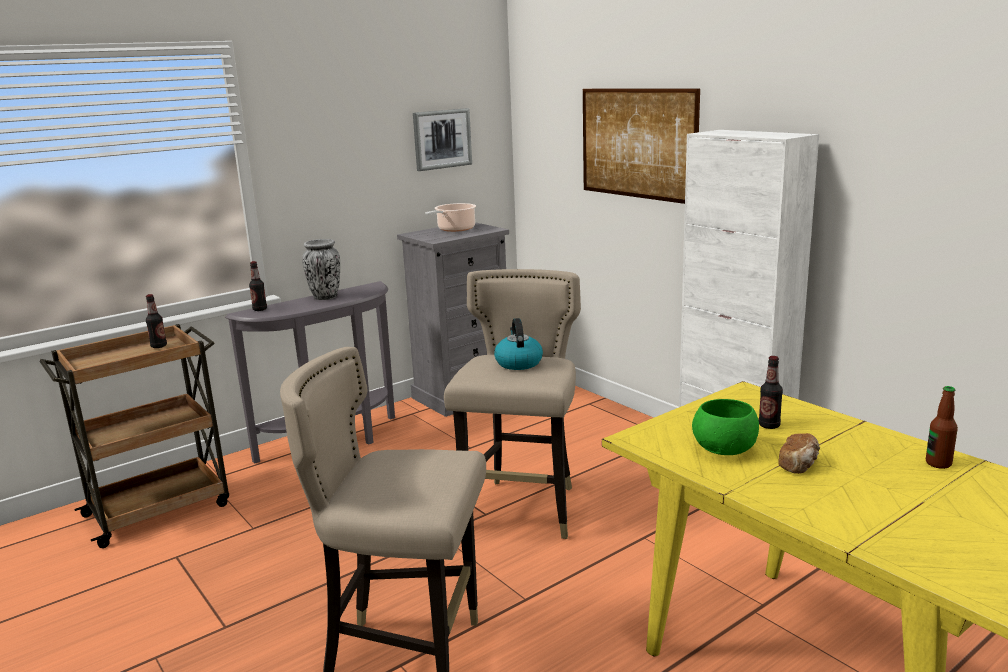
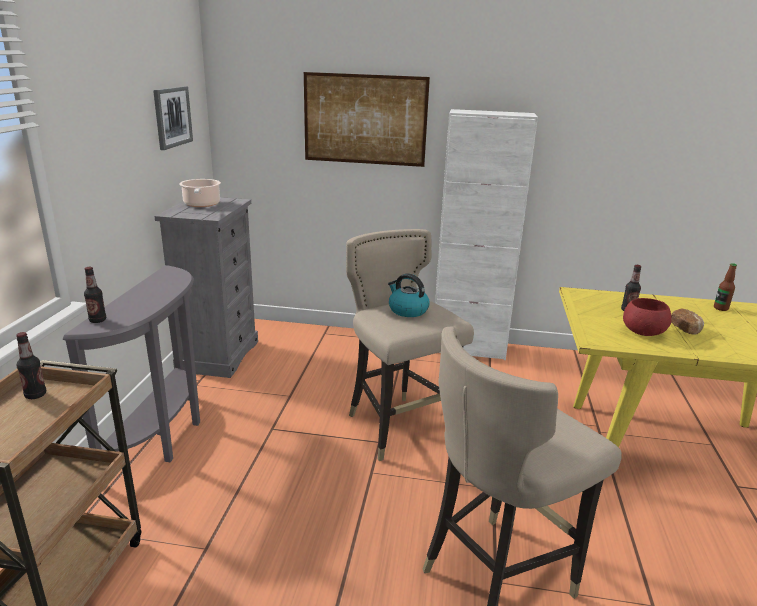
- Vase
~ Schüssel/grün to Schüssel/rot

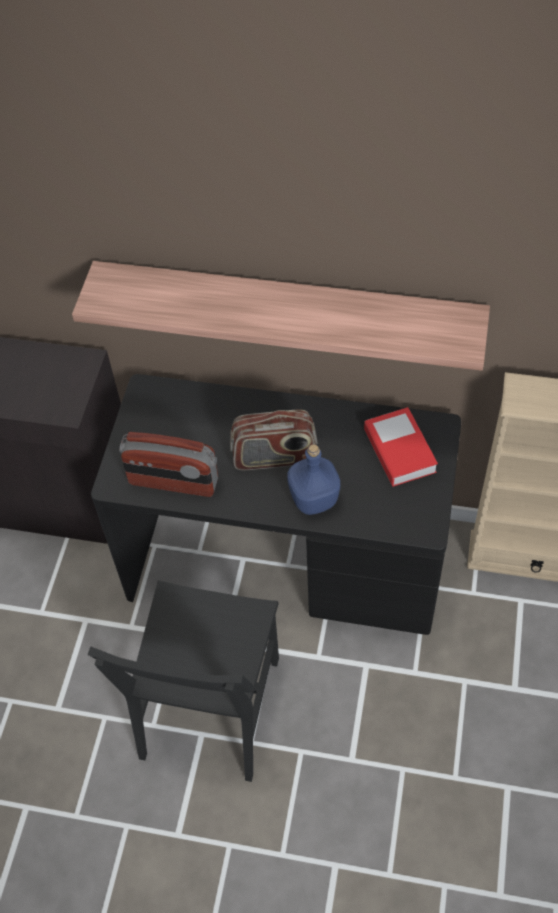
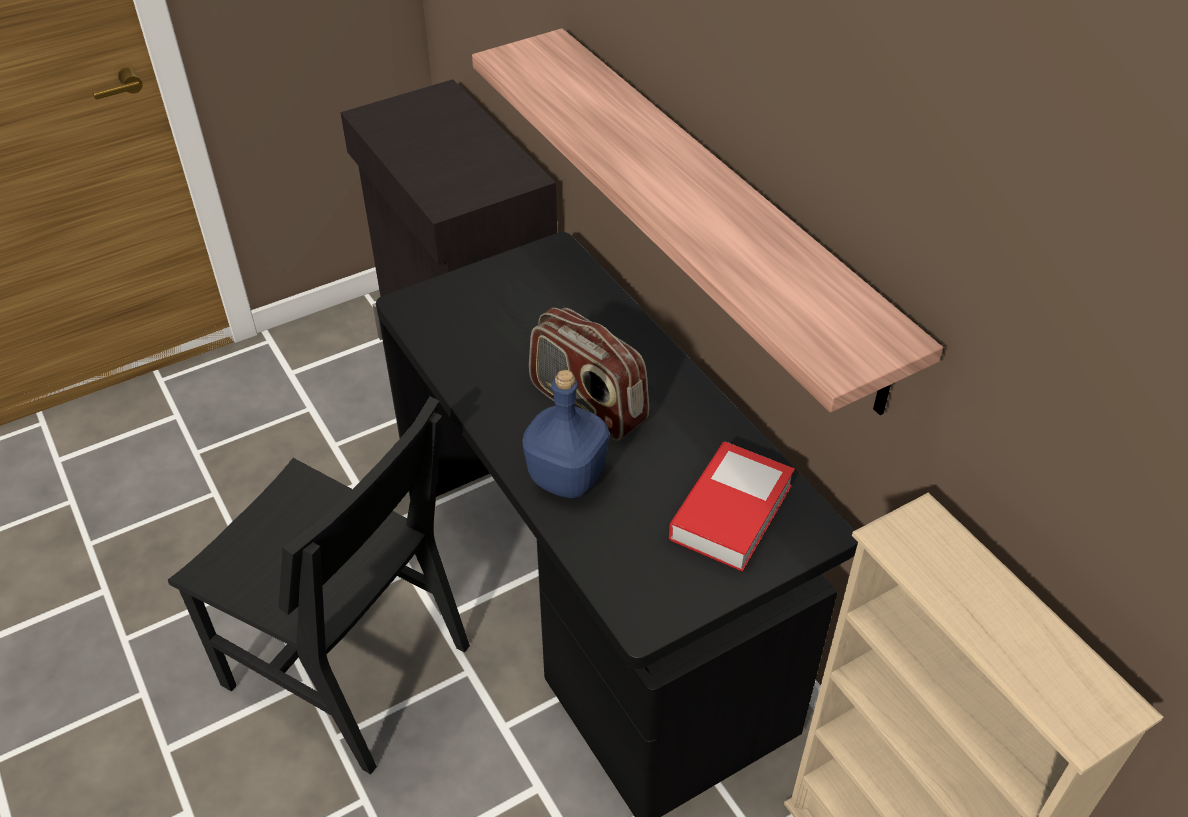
- Radio (no. 1 from left)
~ Stuhl/schwarz 120 degrees counterclockwise

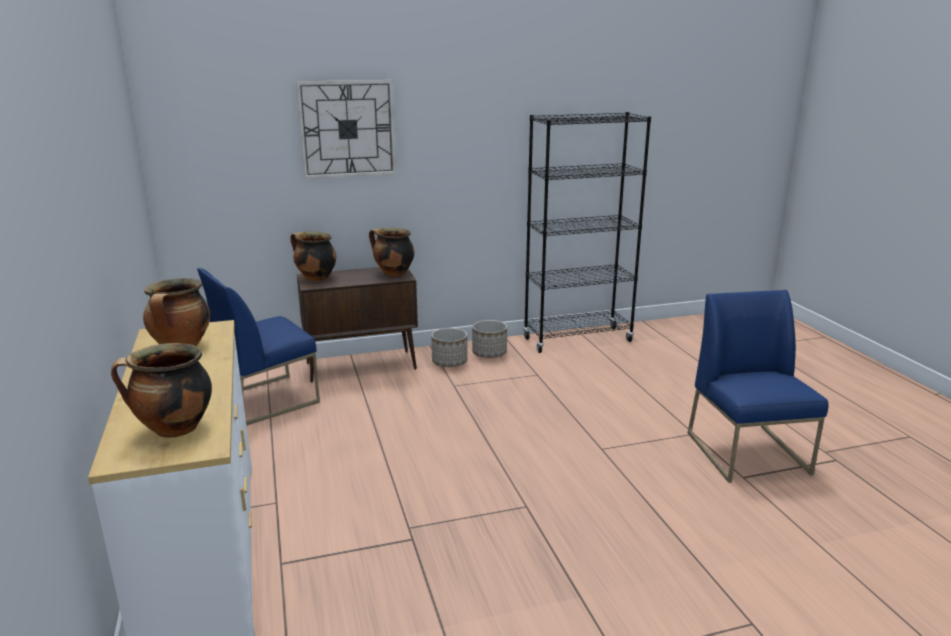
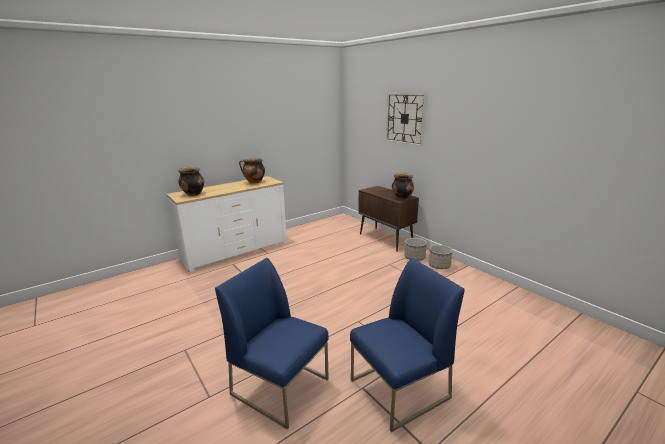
- Bücherregal/schwarz
- Kochtopf (no. 3 from left)
~ Stuhl/blau (no. 1 from left)

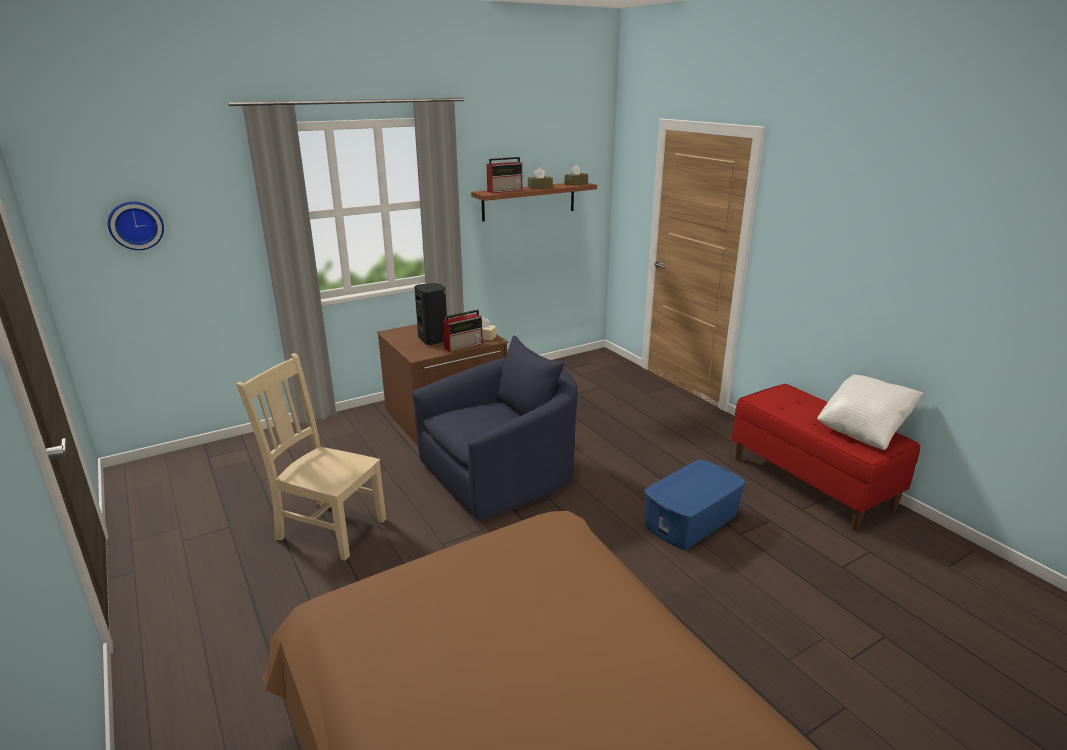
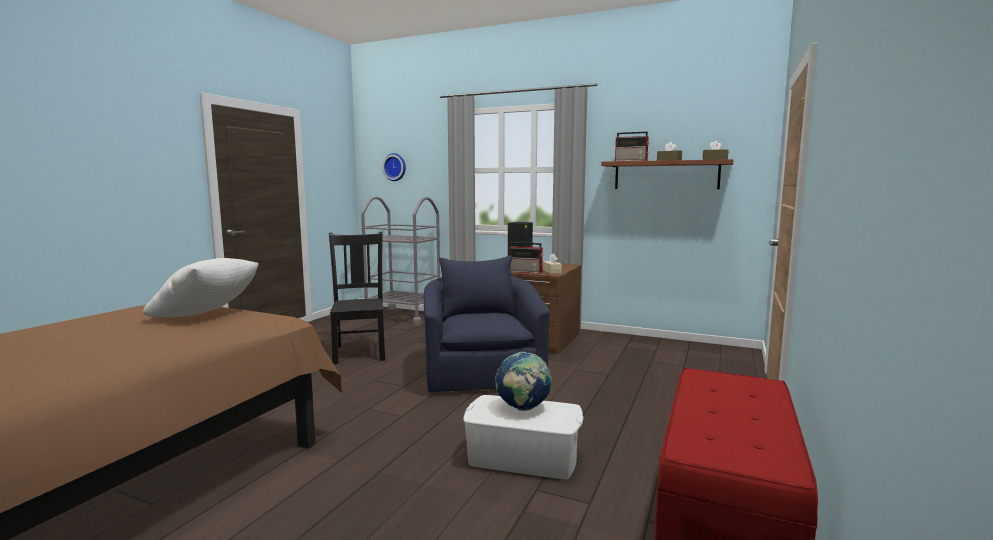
~ Sessel/blau 120 degrees counterclockwise
~ Stuhl/beige to Stuhl/schwarz
~ Kissen/weiß
~ Aufbewahrungsbox/blau to Aufbewahrungsbox/weiß
+ Rollwagen/grau
+ Globus

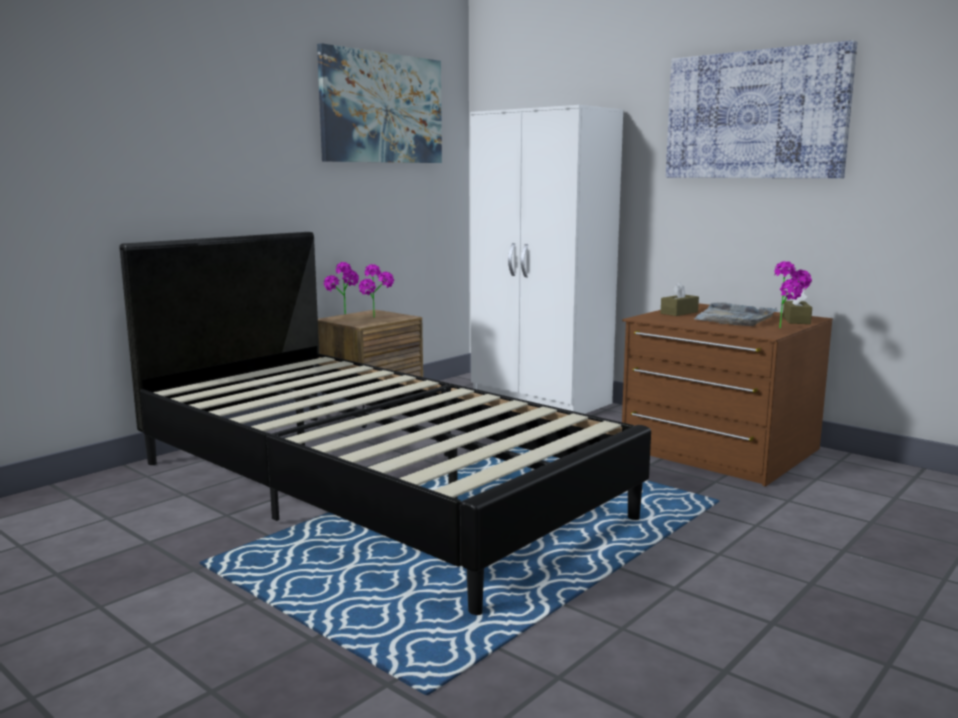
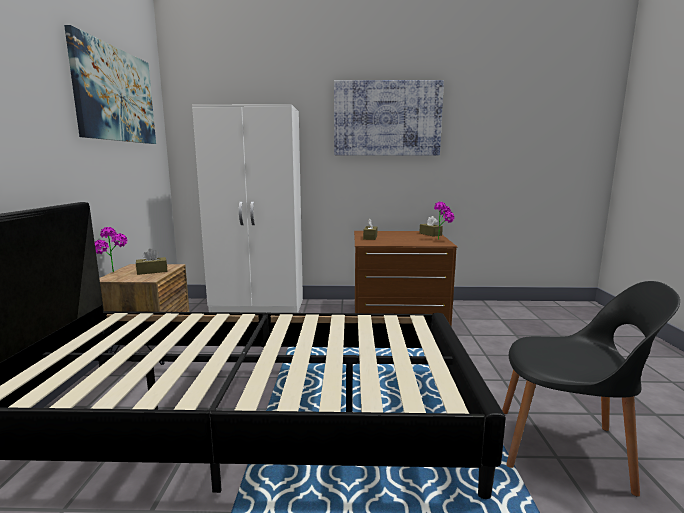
~ Topfpflanze (no. 2 from left) to Taschentuchbox/braun (no. 1 from left)
- Tablett/grau
+ Stuhl/schwarz

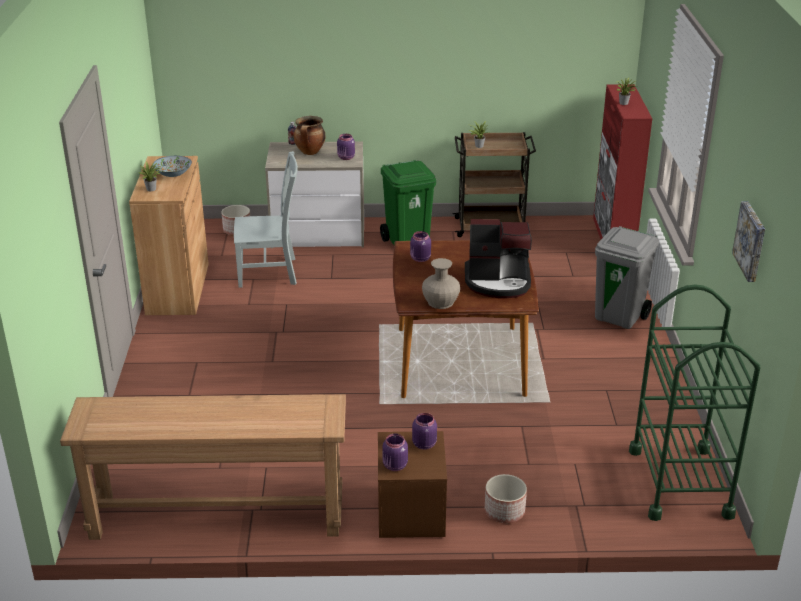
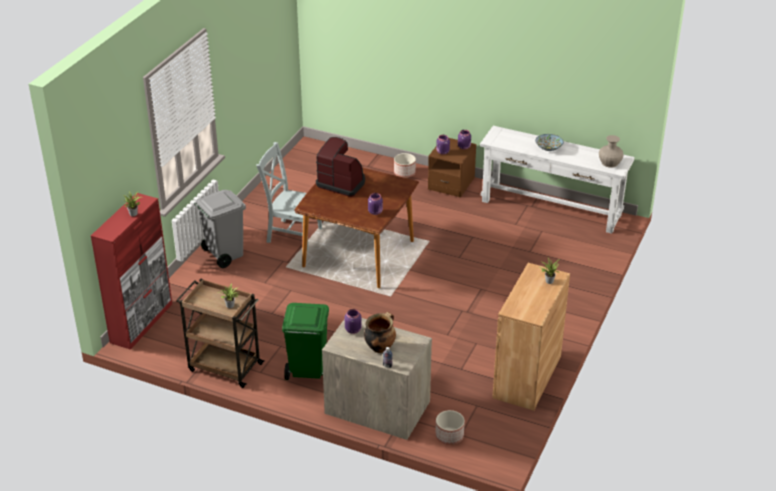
~ Stuhl/grau
~ Schüssel
- Bild
~ Vase/beige
- Rollwagen/grün
~ Konsolentisch/braun to Konsolentisch/weiß

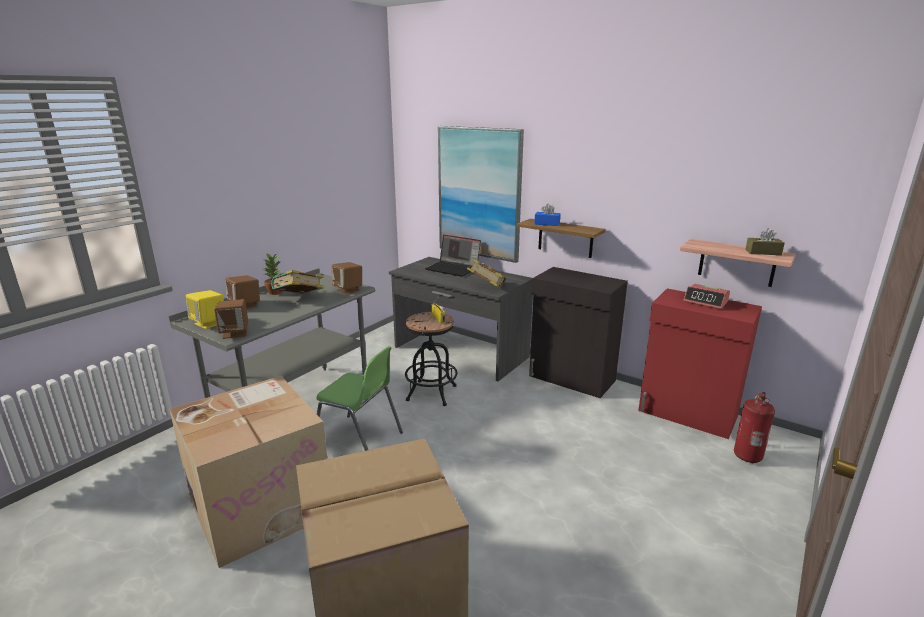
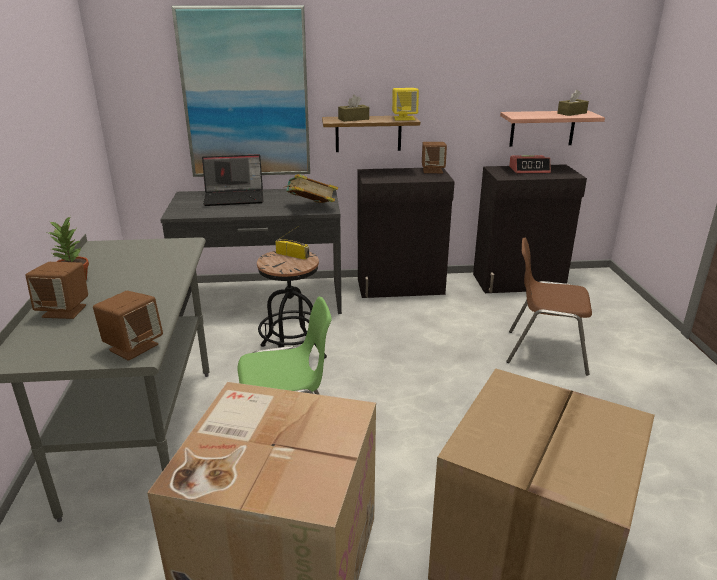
~ Taschentuchbox/blau to Taschentuchbox/braun (no. 1 from left)
~ Lautsprecher/braun (no. 3 from left)
- Buch (no. 1 from left)
~ Schrank/rot to Schrank/schwarz (no. 2 from left)
~ Lautsprecher/gelb
- Feuerlöscher
+ Stuhl/braun

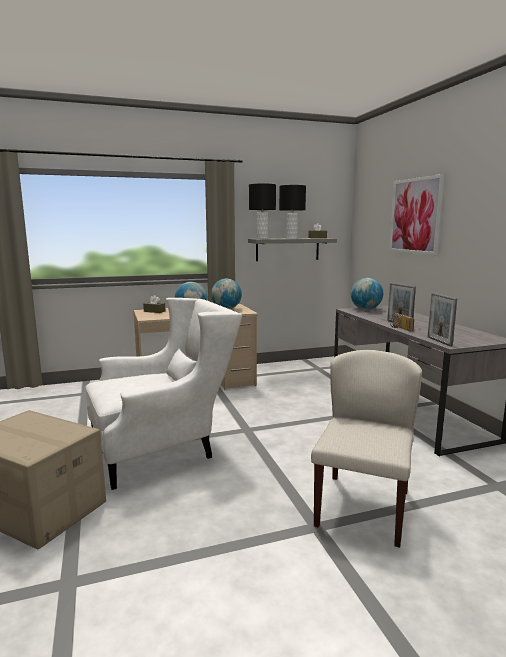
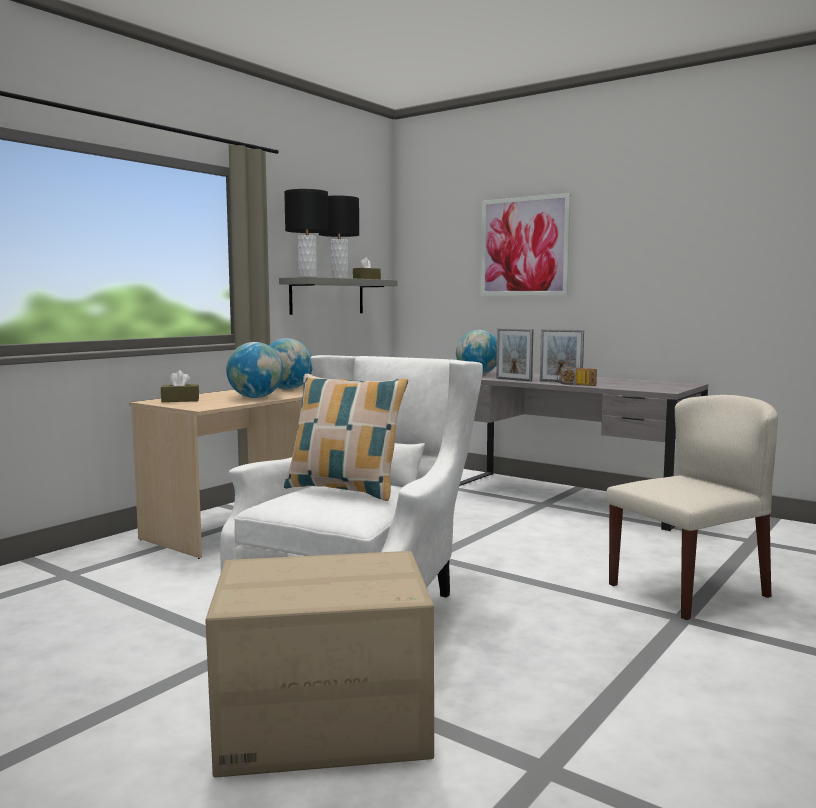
~ Bilderrahmen (no. 2 from left in the first image) to Bilderrahmen (no. 1 from left)
~ Stuhl/beige 75 degrees clockwise
+ Kissen

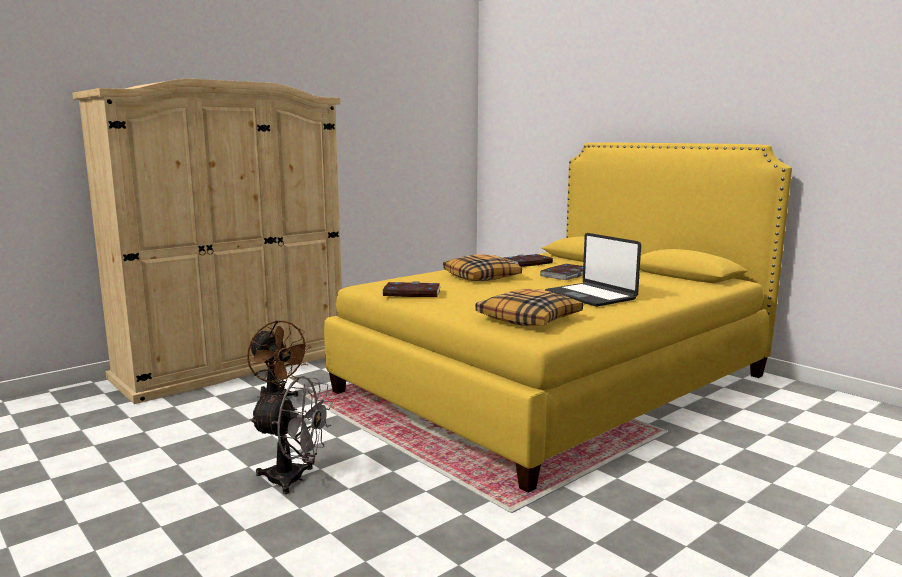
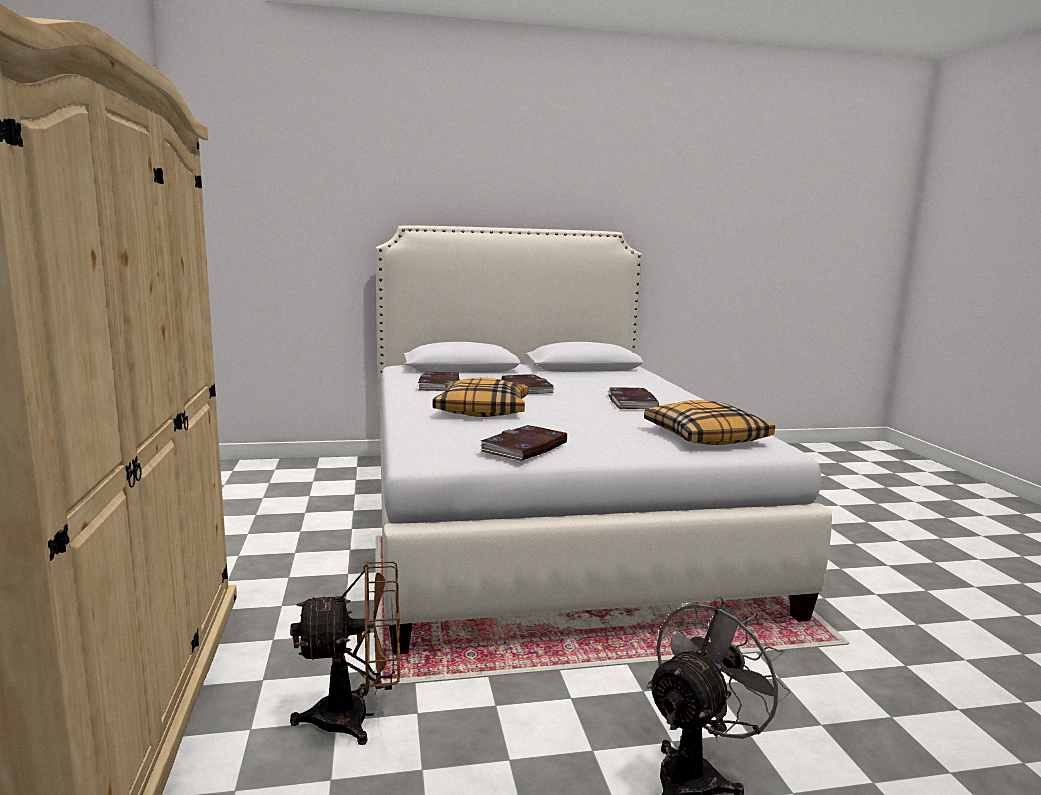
~ Bett/gelb to Bett/weiß
~ Laptop to Buch (no. 4 from left)

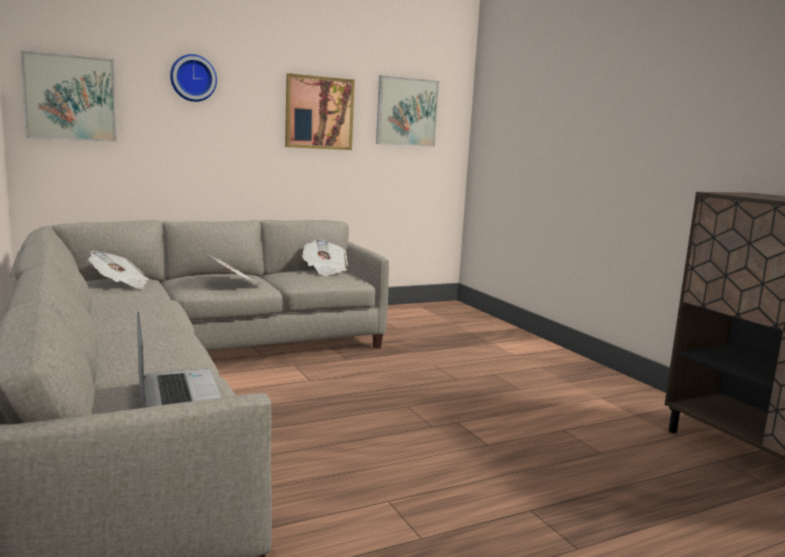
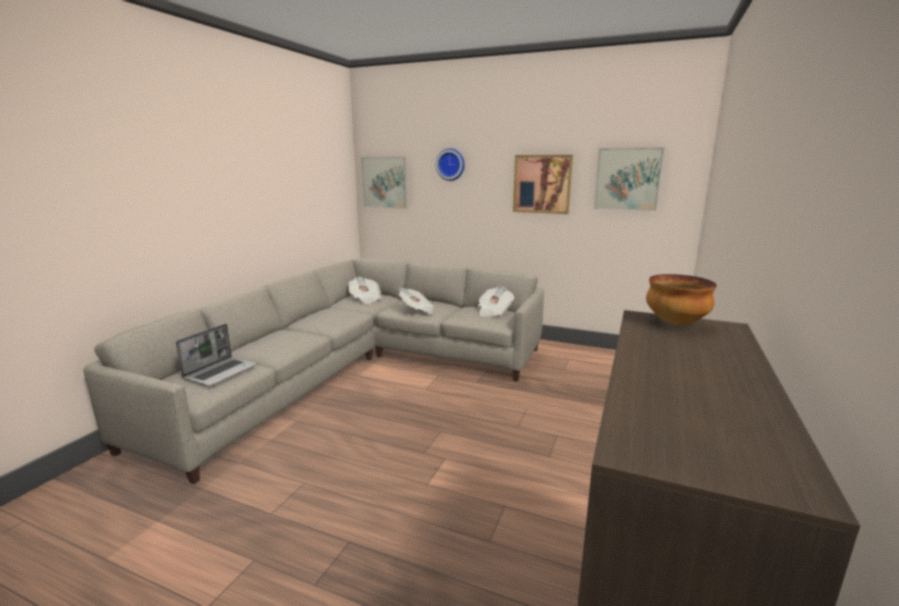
+ Schüssel

